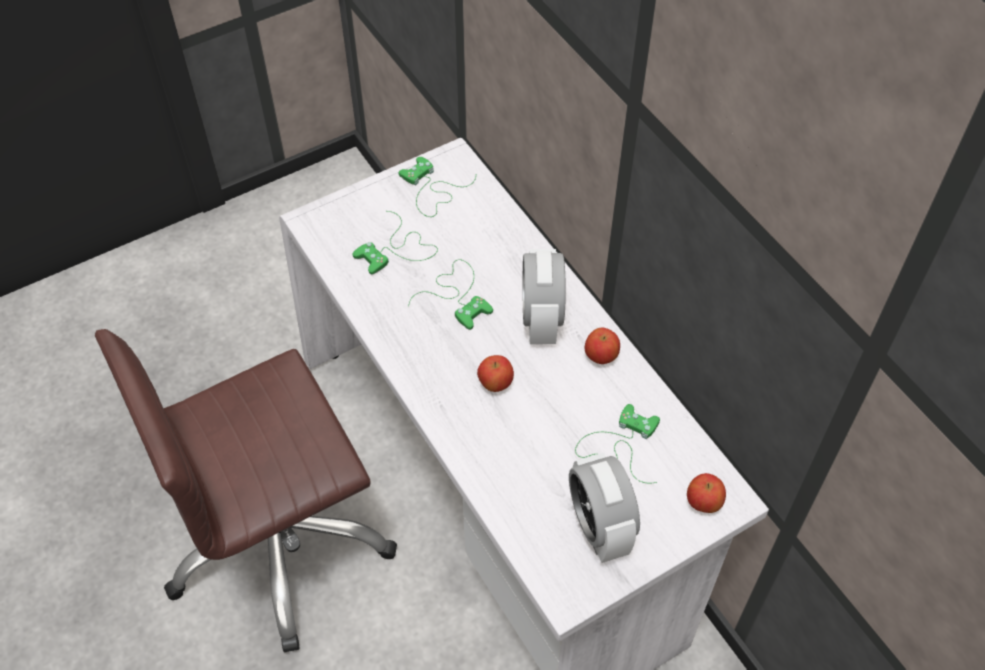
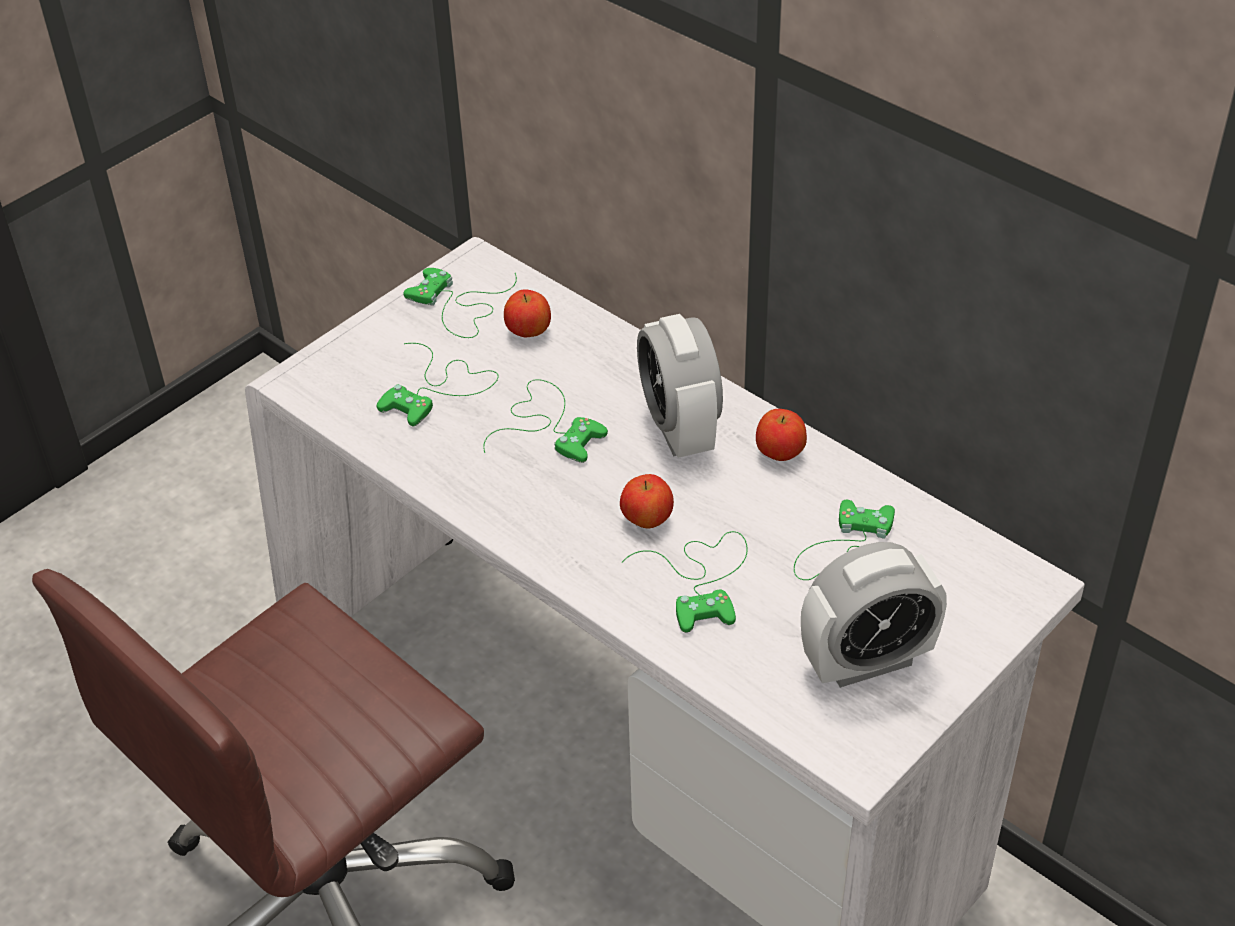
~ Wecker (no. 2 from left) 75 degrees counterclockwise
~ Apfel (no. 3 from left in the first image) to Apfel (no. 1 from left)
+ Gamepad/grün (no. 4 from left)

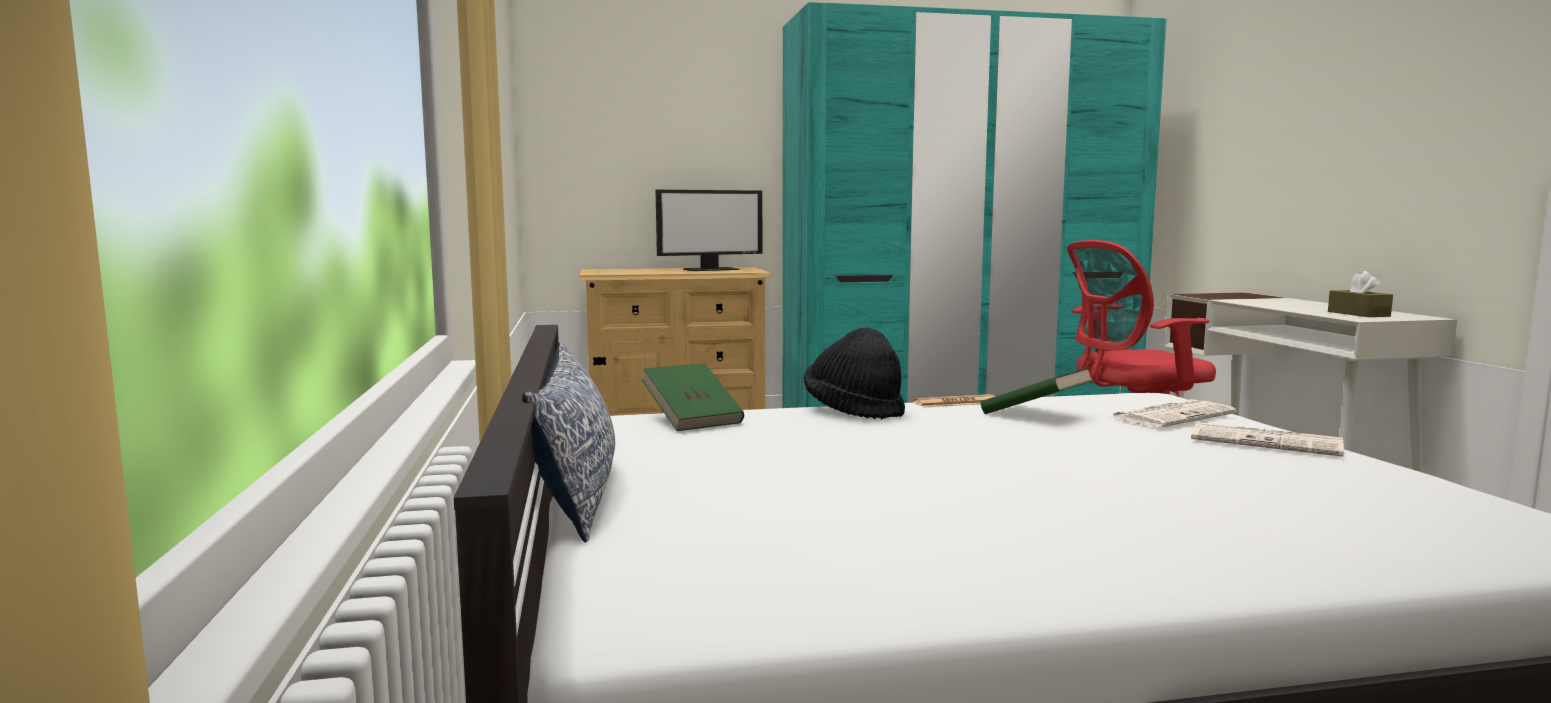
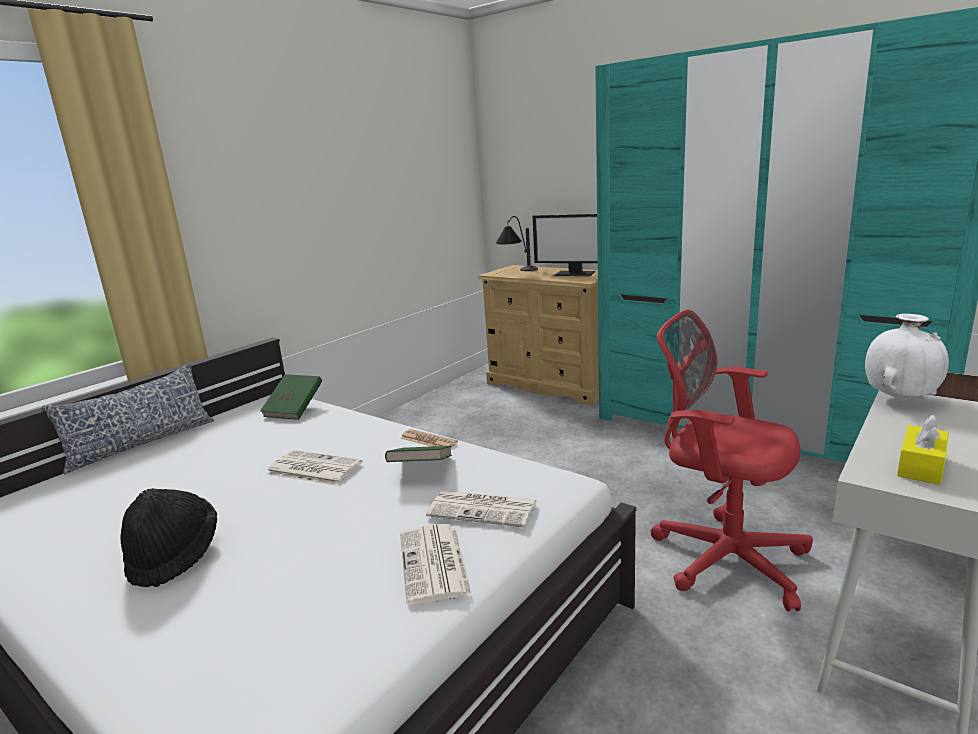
~ Taschentuchbox/braun to Taschentuchbox/gelb
~ Hut/schwarz
+ Tischlampe
+ Vase/weiß
+ Zeitung (no. 1 from left)

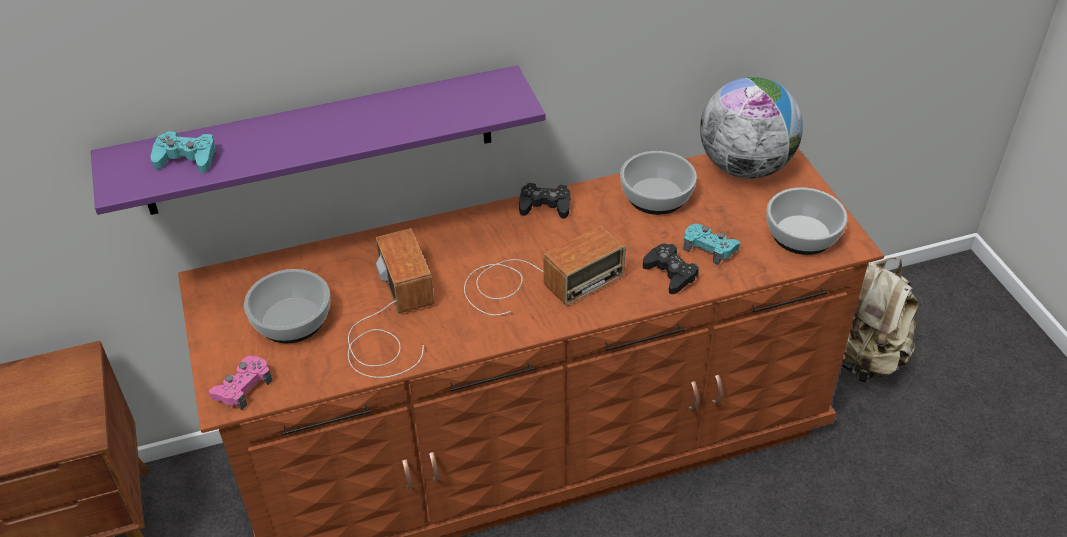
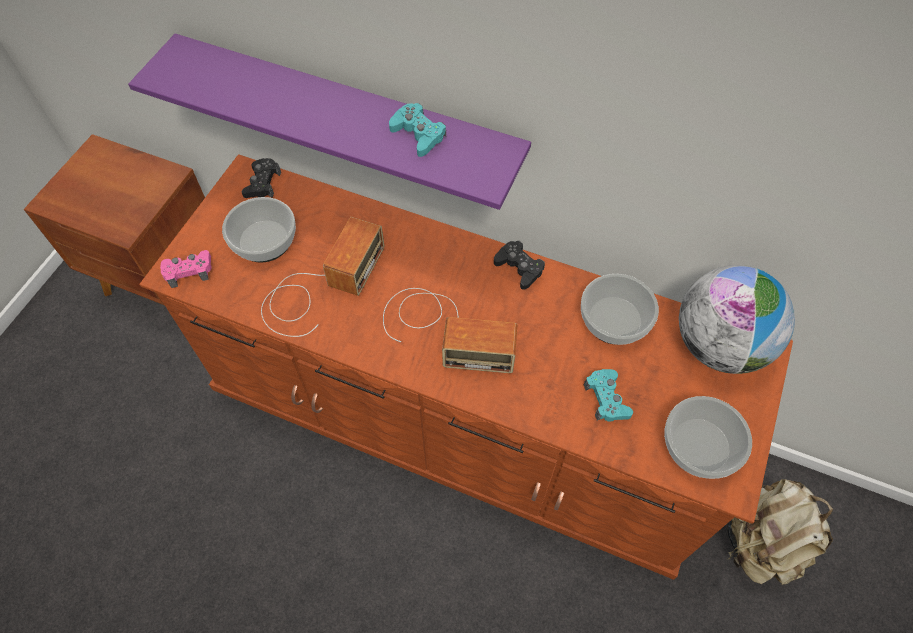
~ Gamepad/türkis (no. 1 from left)
~ Gamepad/schwarz (no. 2 from left in the first image) to Gamepad/schwarz (no. 1 from left)

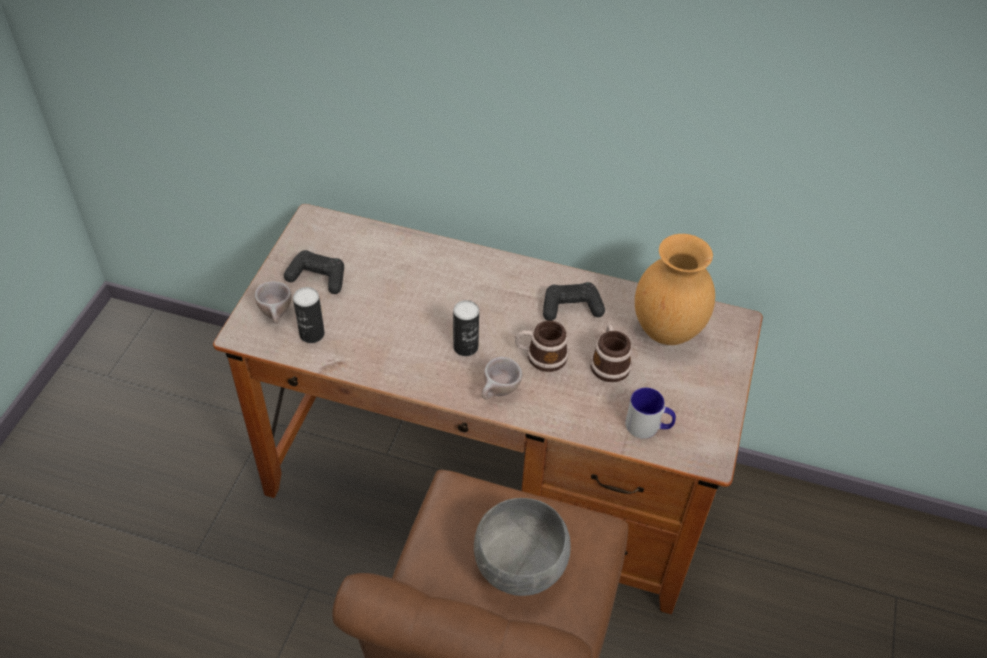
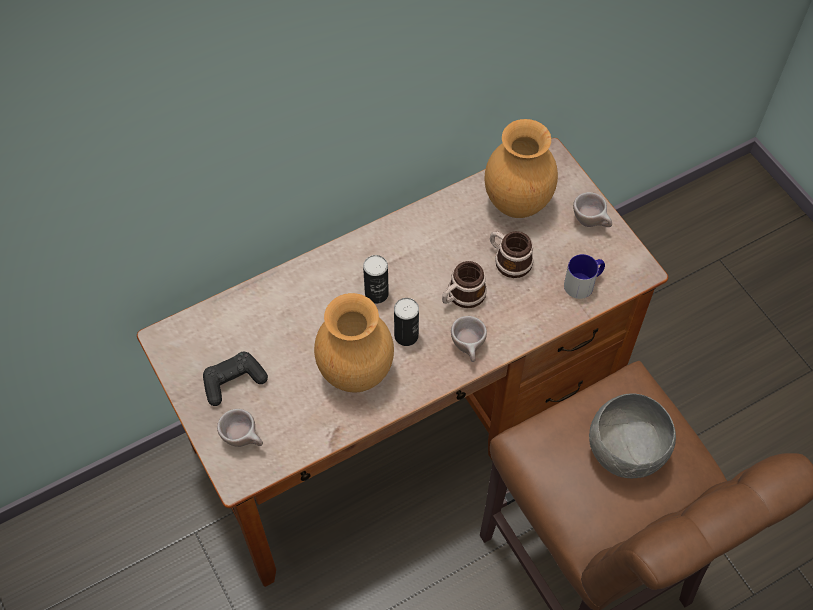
- Gamepad/schwarz (no. 2 from left)
~ Dose (no. 1 from left)
+ Tasse/beige (no. 3 from left)
+ Vase/braun (no. 1 from left)

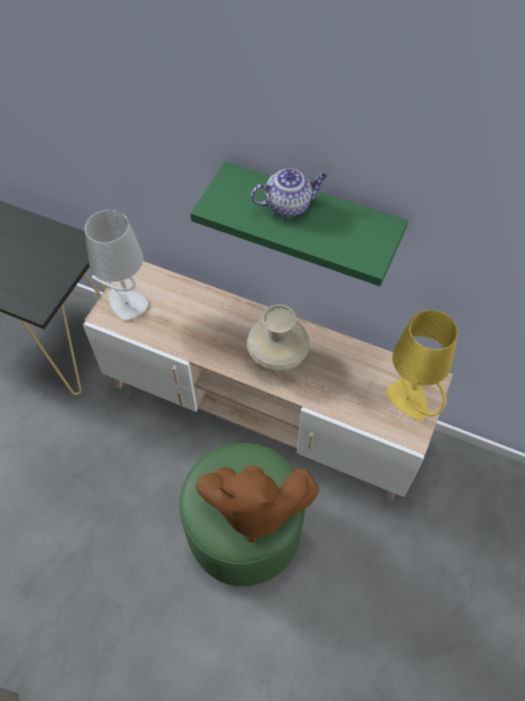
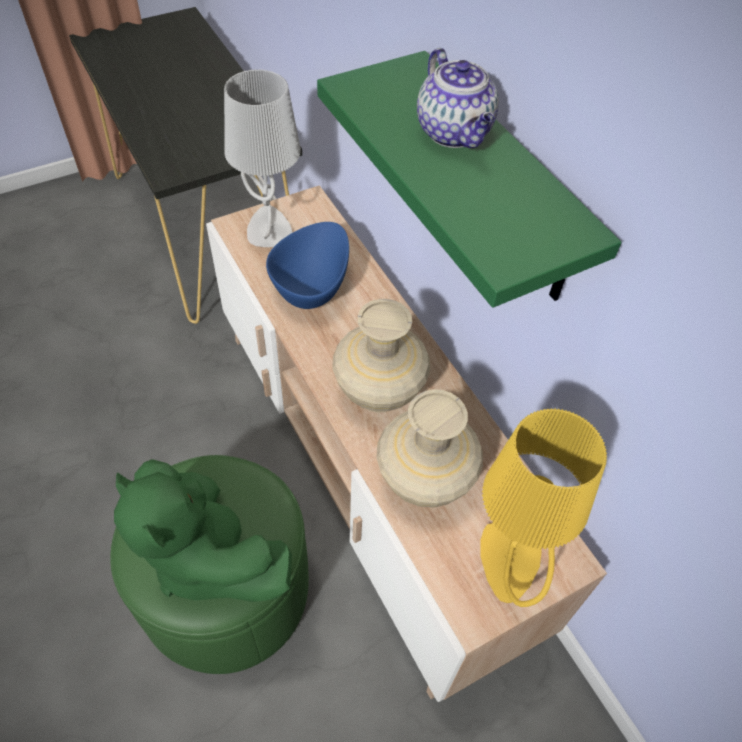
~ Teekanne 45 degrees clockwise
~ Plüschtier/braun to Plüschtier/grün
+ Schüssel/blau
+ Vase/beige (no. 2 from left)

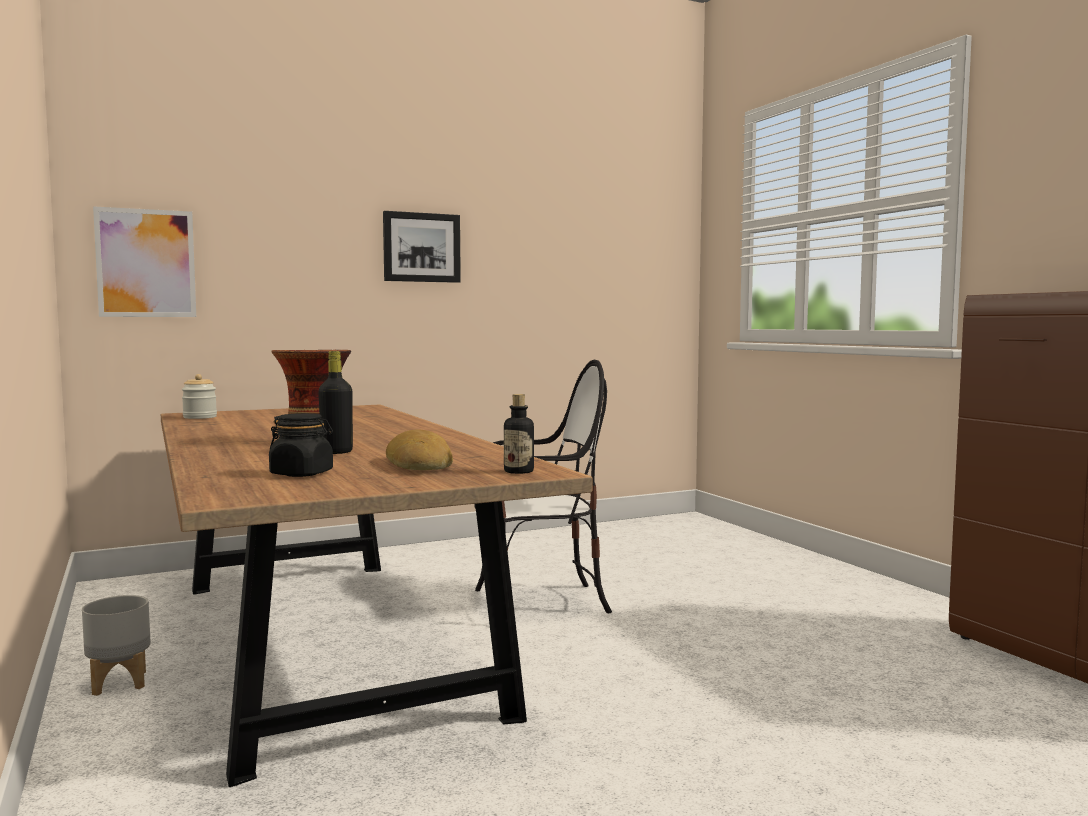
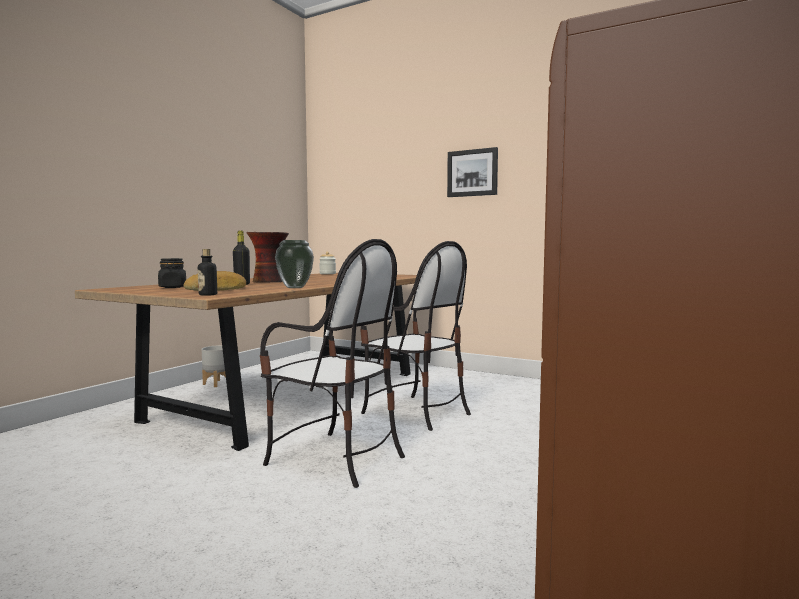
- Bild (no. 1 from left)
+ Stuhl (no. 1 from left)
+ Vase (no. 2 from left)

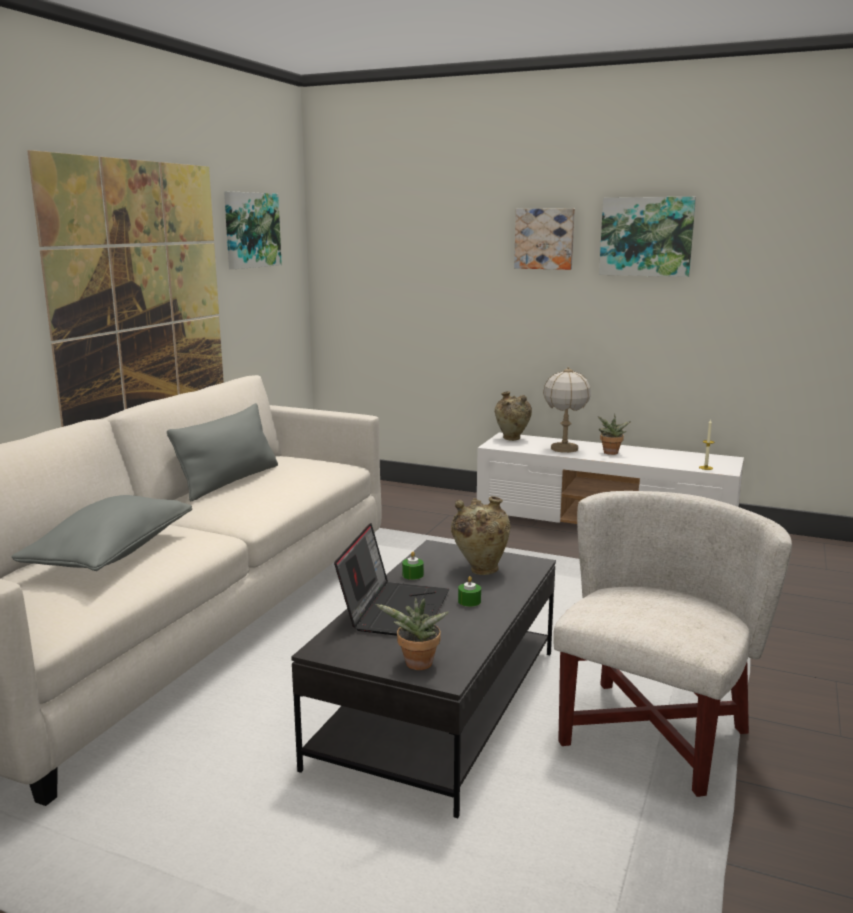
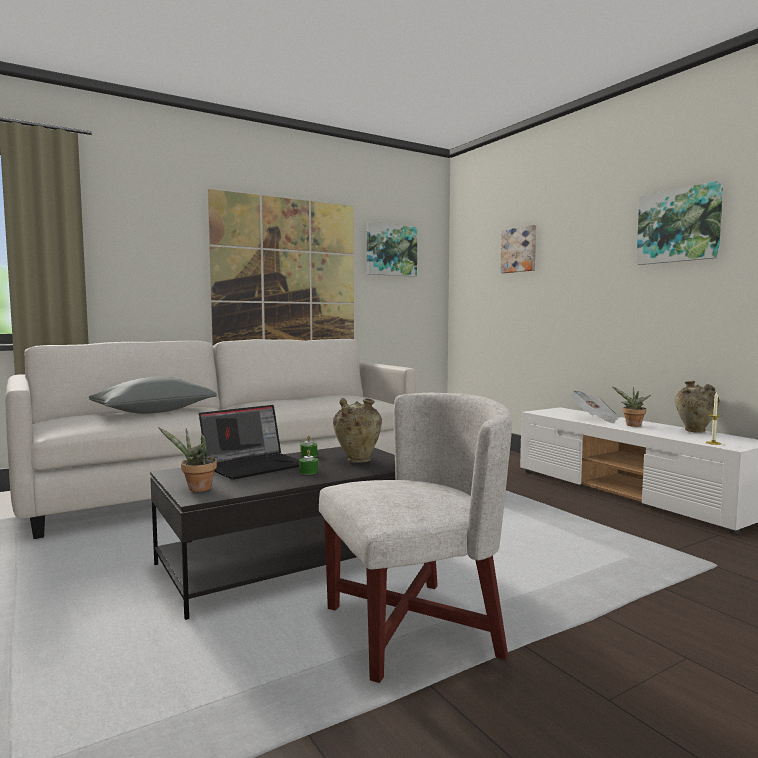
~ Bild (no. 3 from left)
~ Tischlampe to Zeitung
~ Vase/beige (no. 2 from left)
- Kissen/grau (no. 2 from left)

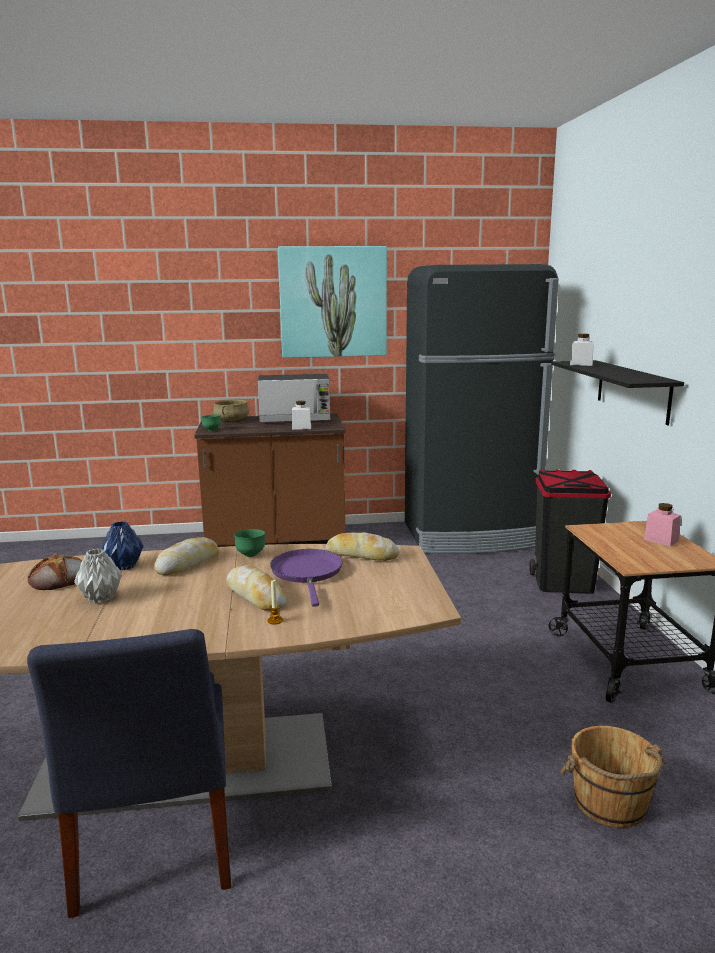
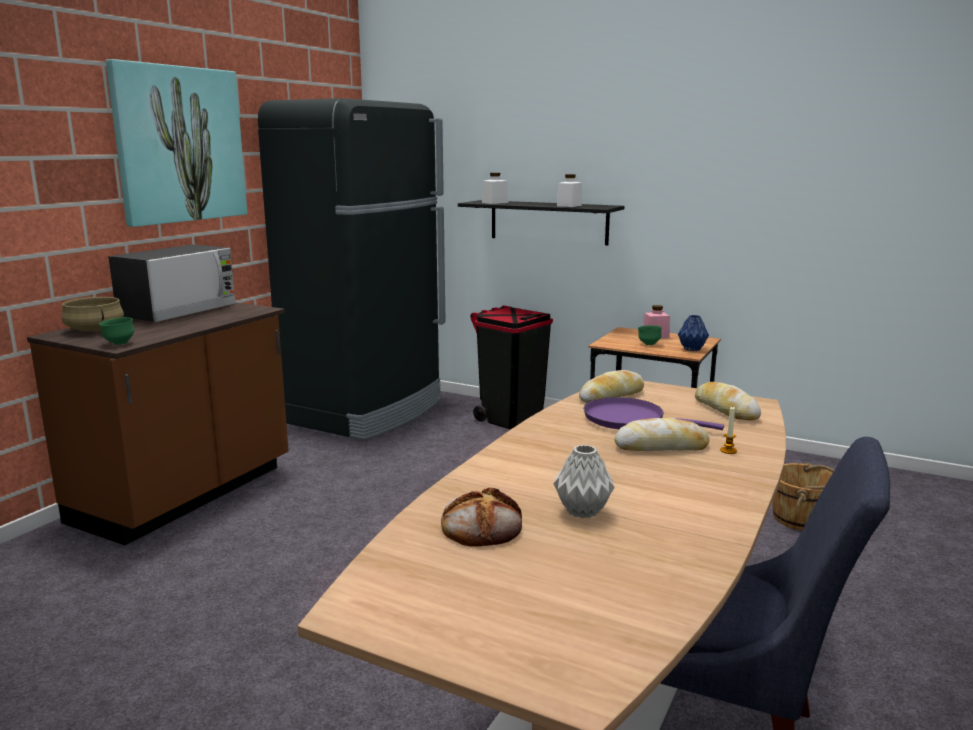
~ Vorratsglas/weiß (no. 1 from left in the first image) to Vorratsglas/weiß (no. 2 from left)
~ Vase/blau
~ Schüssel/grün (no. 2 from left)
~ Brot (no. 2 from left in the first image) to Brot (no. 4 from left)

